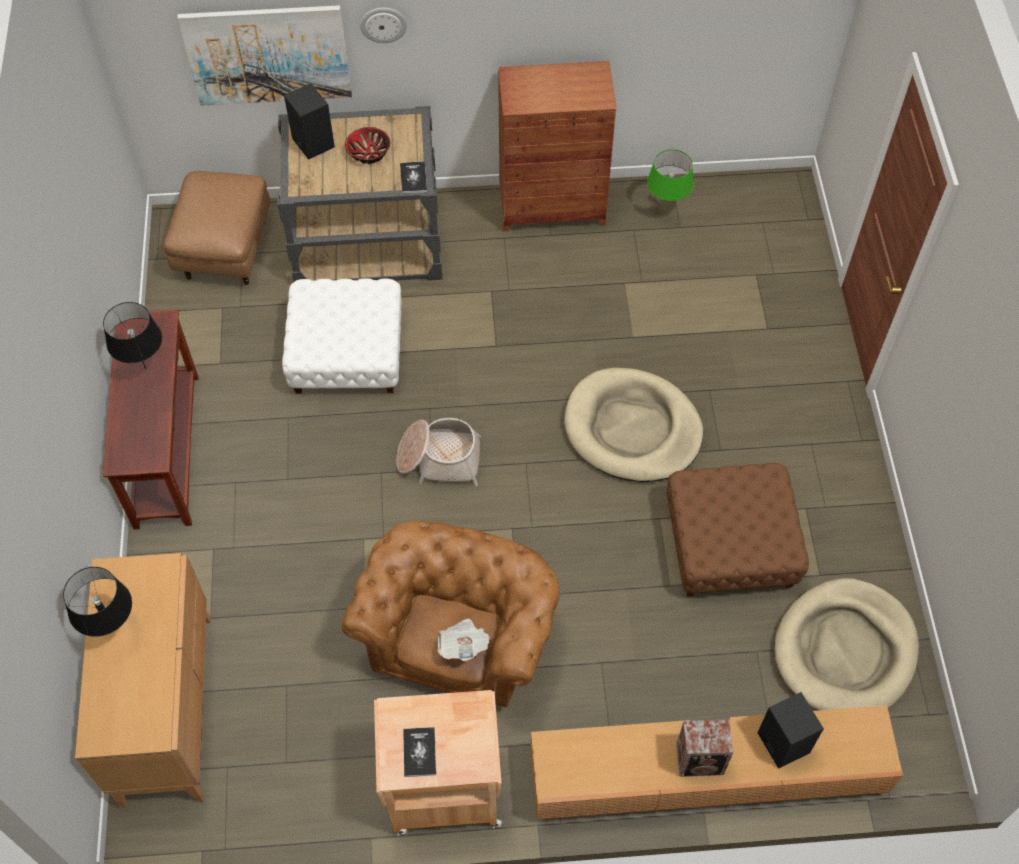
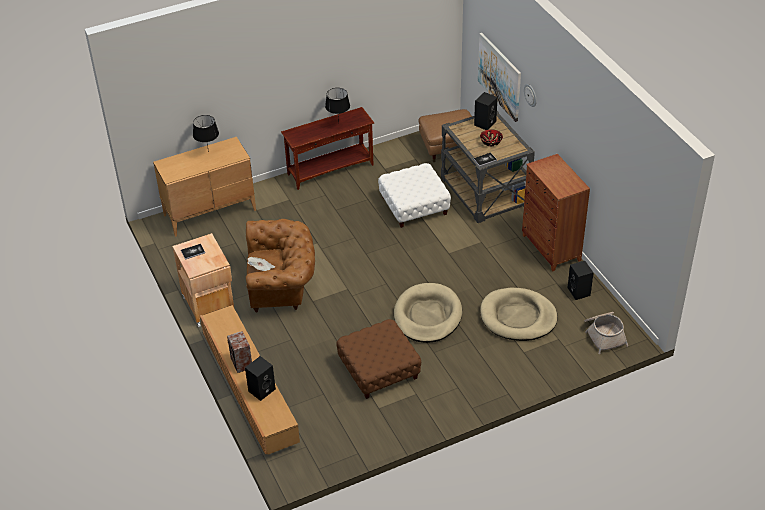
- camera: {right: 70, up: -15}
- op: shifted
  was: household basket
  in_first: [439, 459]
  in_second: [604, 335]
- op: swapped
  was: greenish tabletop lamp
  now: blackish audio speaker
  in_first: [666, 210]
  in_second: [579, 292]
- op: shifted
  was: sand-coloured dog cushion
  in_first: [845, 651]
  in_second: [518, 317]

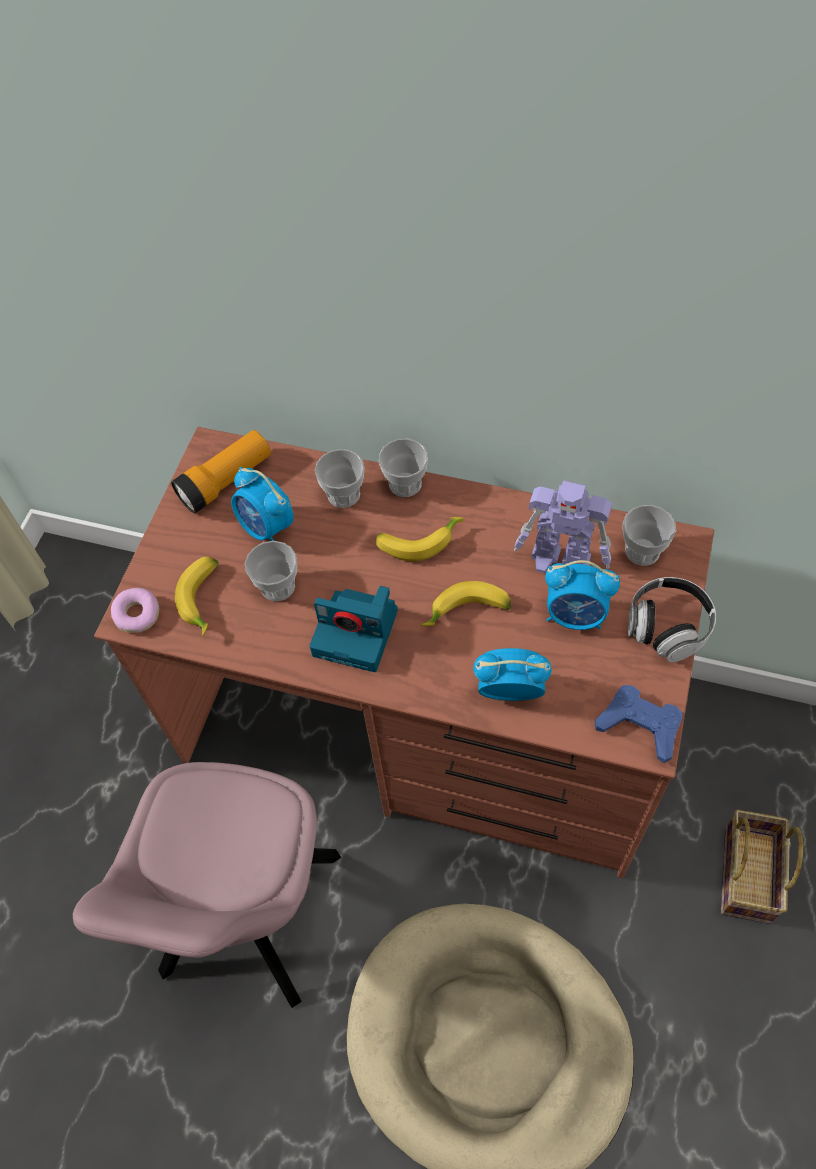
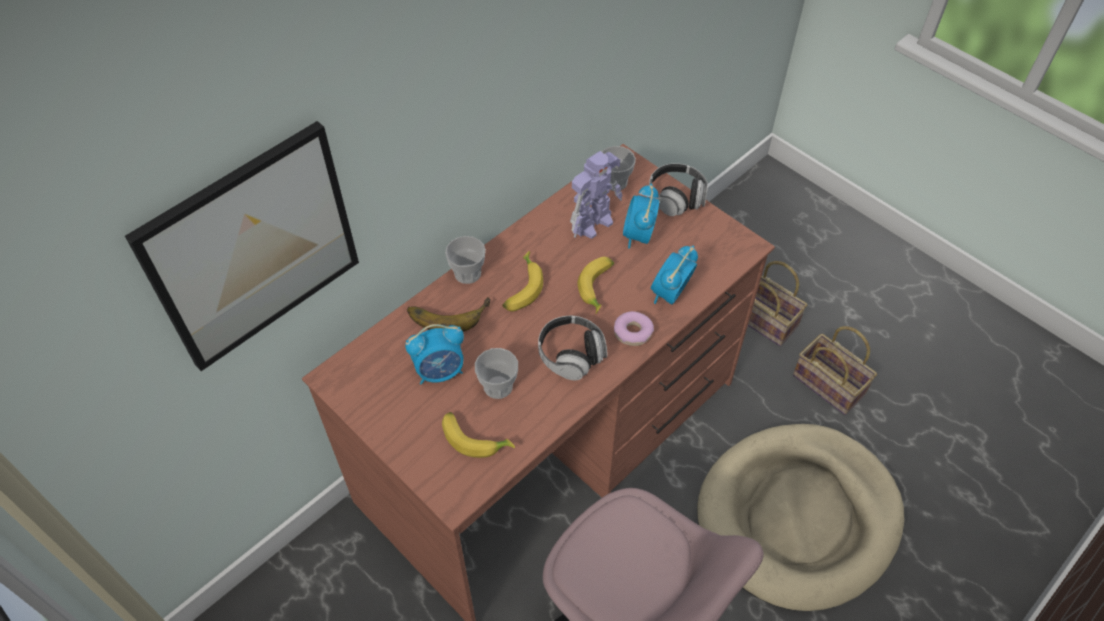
- camera: {right: -65, up: -5}
- op: shifted
  was: doughnut
  in_first: [137, 615]
  in_second: [633, 332]
- op: gone
  was: flashlight
  in_first: [226, 481]
- op: swapped
  was: photo camera
  now: pair of headphones
  in_first: [358, 632]
  in_second: [571, 355]
- op: swapped
  was: small cup
  now: banana
  in_first: [343, 494]
  in_second: [448, 312]
- op: rotated
  was: table clock
  in_first: [575, 615]
  in_second: [638, 236]
  clockwise: 150
- op: gone
  was: blue-coloured game controller
  in_first: [640, 725]
- op: new
  now: picture
  in_second: [253, 248]
- op: new
  now: household basket
  in_second: [831, 385]

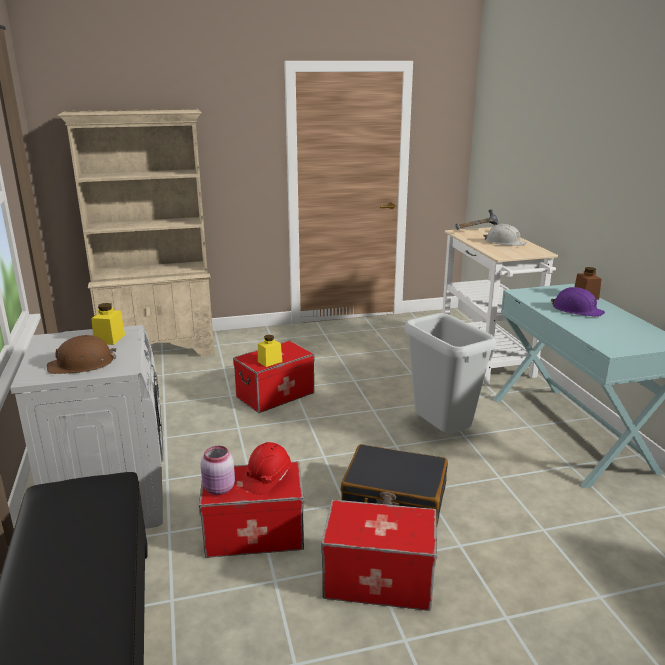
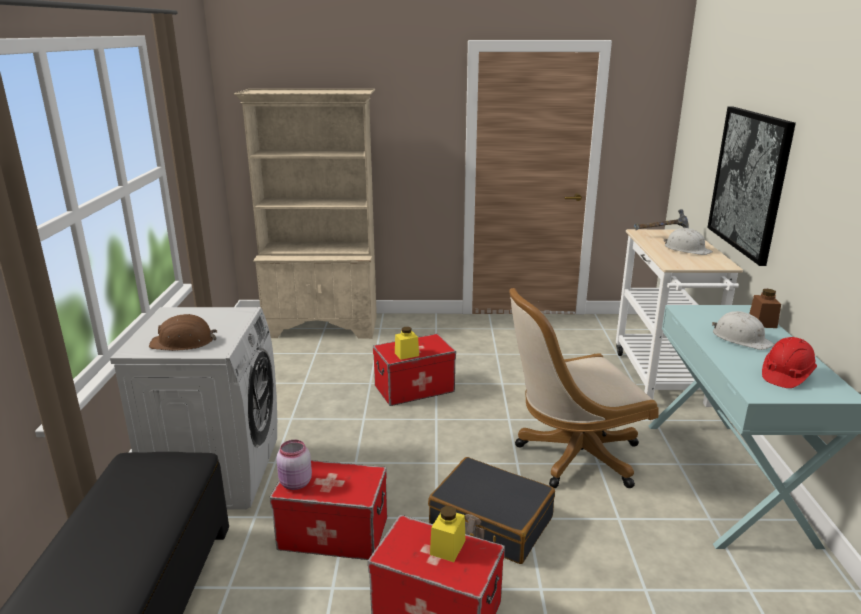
- camera: {right: 15, up: 0}
- op: shifted
  was: yellowish preserve jar
  in_first: [109, 339]
  in_second: [447, 547]
- op: shifted
  was: red-coloured safety helmet
  in_first: [267, 478]
  in_second: [786, 375]
- op: swapped
  was: gray rubbish bin
  now: desk chair
  in_first: [440, 434]
  in_second: [571, 457]
- op: repainted
  was: purplish safety helmet
  now: white safety helmet
  in_first: [577, 310]
  in_second: [741, 338]
- op: new
  now: picture
  in_second: [749, 182]

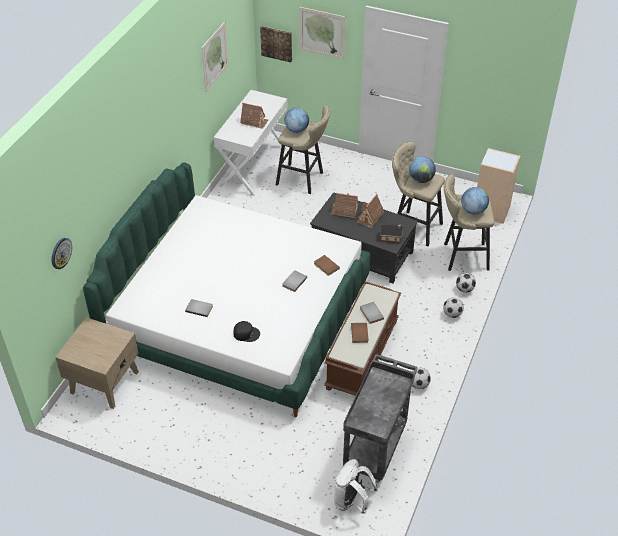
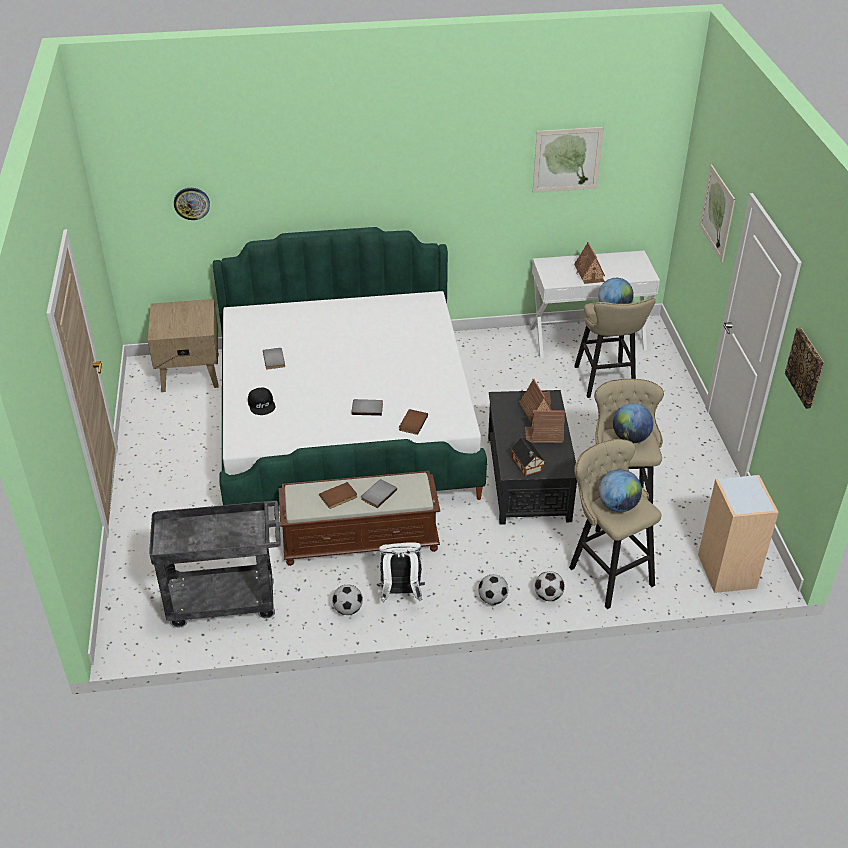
- camera: {right: 60, up: -5}
- op: shifted
  was: picture
  in_first: [276, 43]
  in_second: [806, 367]
- op: shifted
  was: white rucksack
  in_first: [352, 501]
  in_second: [400, 594]

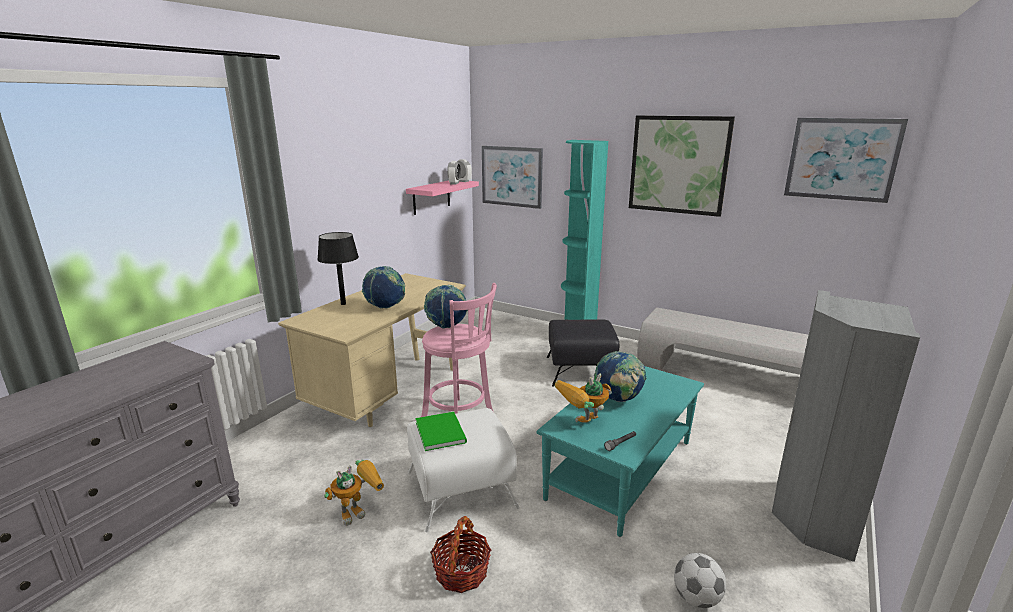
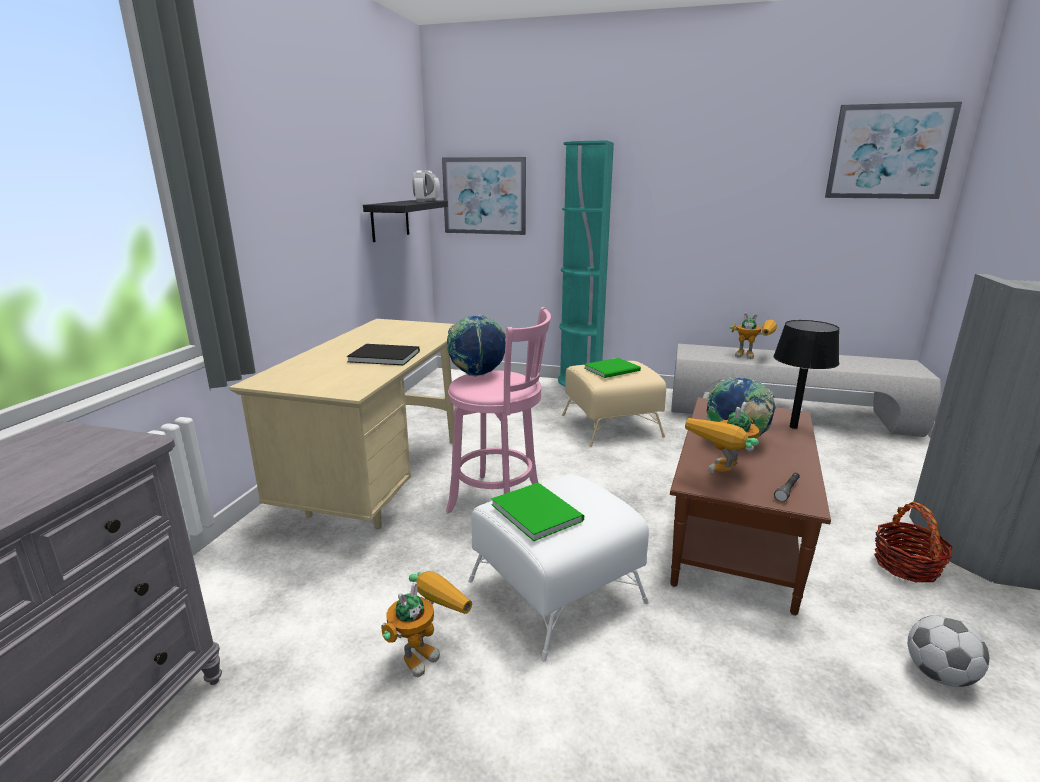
- camera: {right: -15, up: 0}
- op: shifted
  was: blackish tabletop lamp
  in_first: [343, 304]
  in_second: [793, 427]
- op: swapped
  was: desk globe
  now: blackish book
  in_first: [385, 307]
  in_second: [383, 356]
- op: repainted
  was: pink shelf
  now: blackish shelf
  in_first: [431, 197]
  in_second: [390, 220]
- op: shifted
  was: household basket
  in_first: [461, 572]
  in_second: [906, 565]
- op: repainted
  was: turquoise-coloured low table
  now: brown low table
  in_first: [620, 470]
  in_second: [736, 532]
- op: repainted
  was: blackish footrest
  now: sand-coloured footrest
  in_first: [580, 370]
  in_second: [610, 425]
- op: gone
  was: picture
  in_first: [678, 165]
- op: new
  now: greenish book
  in_second: [614, 369]
- op: new
  now: toy robot
  in_second: [752, 356]

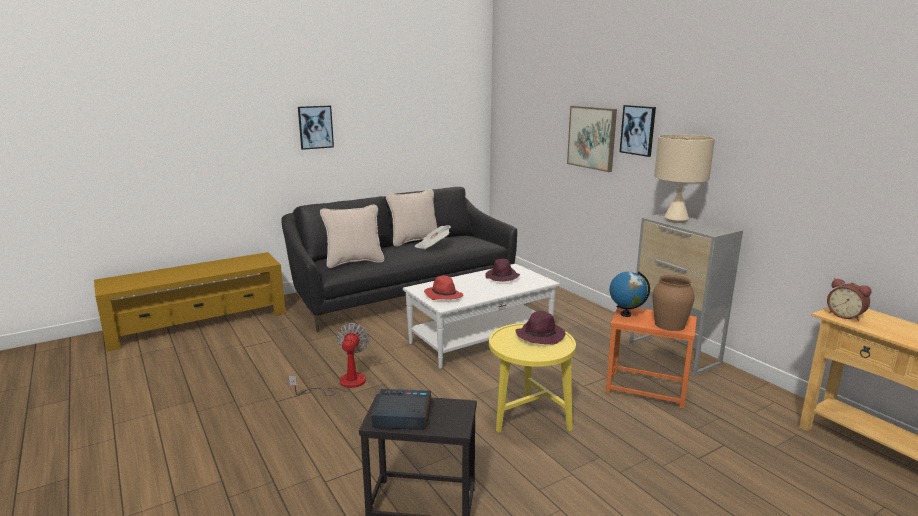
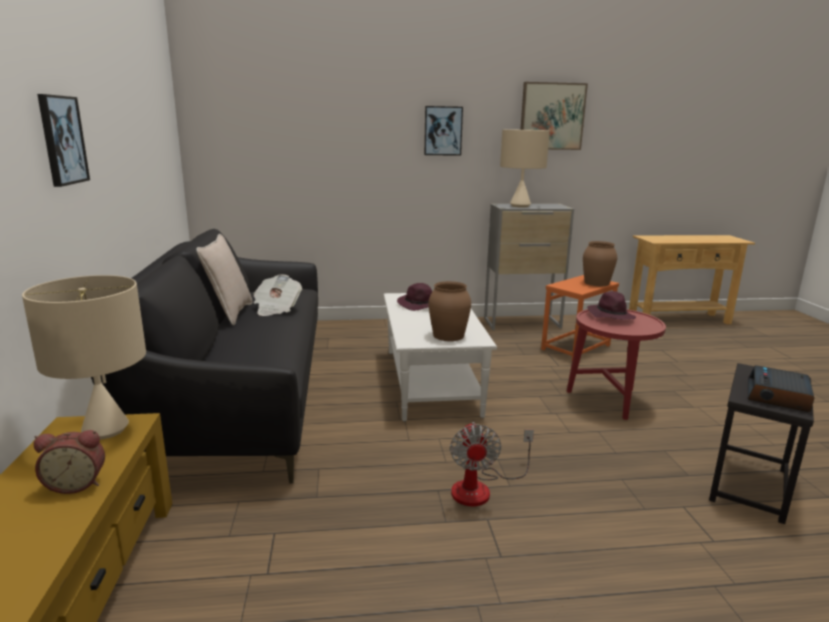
- camera: {right: -65, up: 0}
- op: rotated
  was: fan
  in_first: [343, 384]
  in_second: [481, 488]
  clockwise: -120
- op: gone
  was: sand-coloured throw pillow
  in_first: [354, 262]
- op: swapped
  was: red-coloured wearable hat
  now: brown decorative vase
  in_first: [443, 295]
  in_second: [448, 335]
- op: repainted
  was: yellowish side table
  now: red-coloured side table
  in_first: [528, 419]
  in_second: [609, 401]
- op: shifted
  was: picture
  in_first: [592, 137]
  in_second: [552, 116]
- op: gone
  was: desk globe
  in_first: [625, 314]
- op: shifted
  was: table clock
  in_first: [845, 315]
  in_second: [77, 484]
- op: new
  now: sand-coloured tabletop lamp
  in_second: [106, 431]

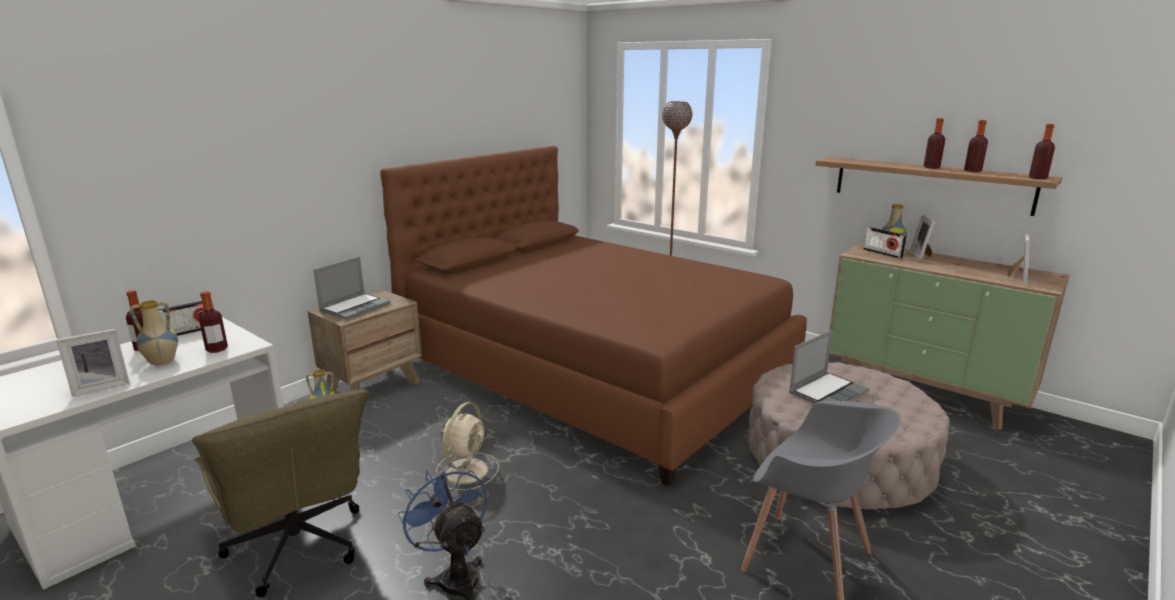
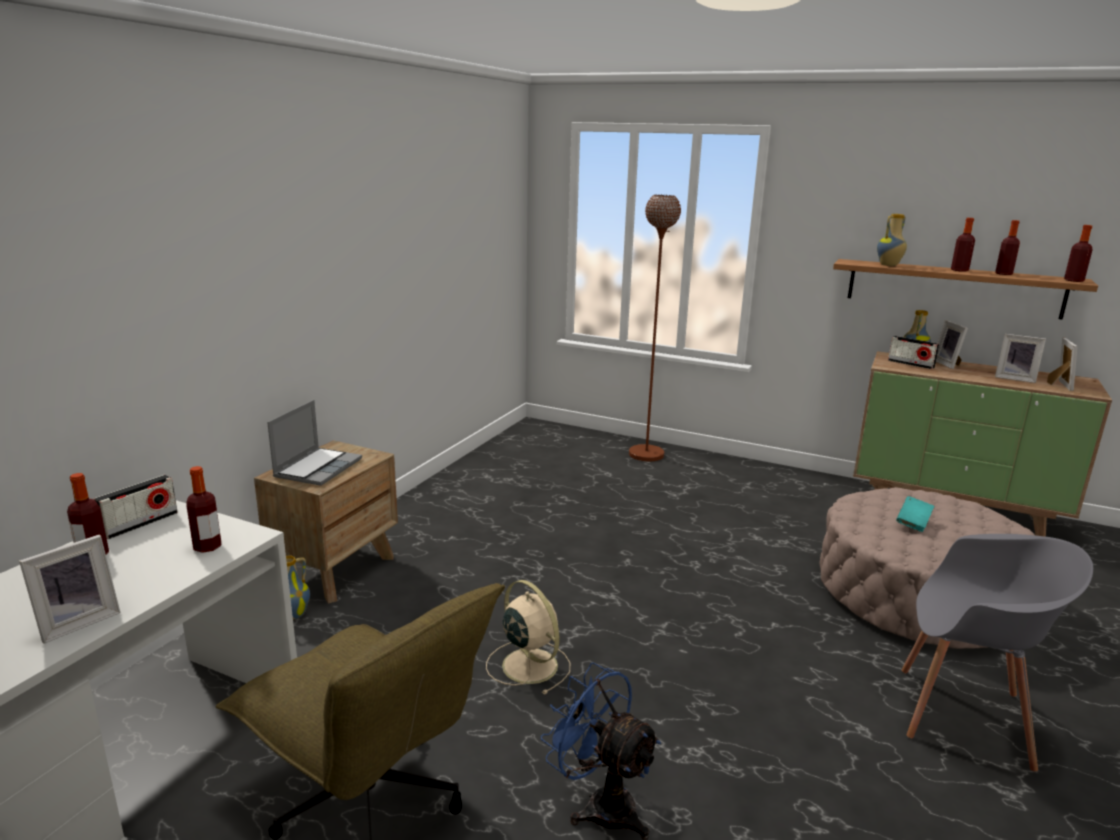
- camera: {right: -15, up: 0}
- op: shifted
  was: decorative vase
  in_first: [161, 362]
  in_second: [889, 265]
- op: gone
  was: brown bedroom bed
  in_first: [593, 369]
- op: rotated
  was: sand-coloured fan
  in_first: [467, 470]
  in_second: [528, 664]
  clockwise: -45
- op: swapped
  was: laptop
  now: turquoise-coloured book
  in_first: [827, 392]
  in_second: [913, 523]
- op: new
  now: standing frame
  in_second: [1015, 378]

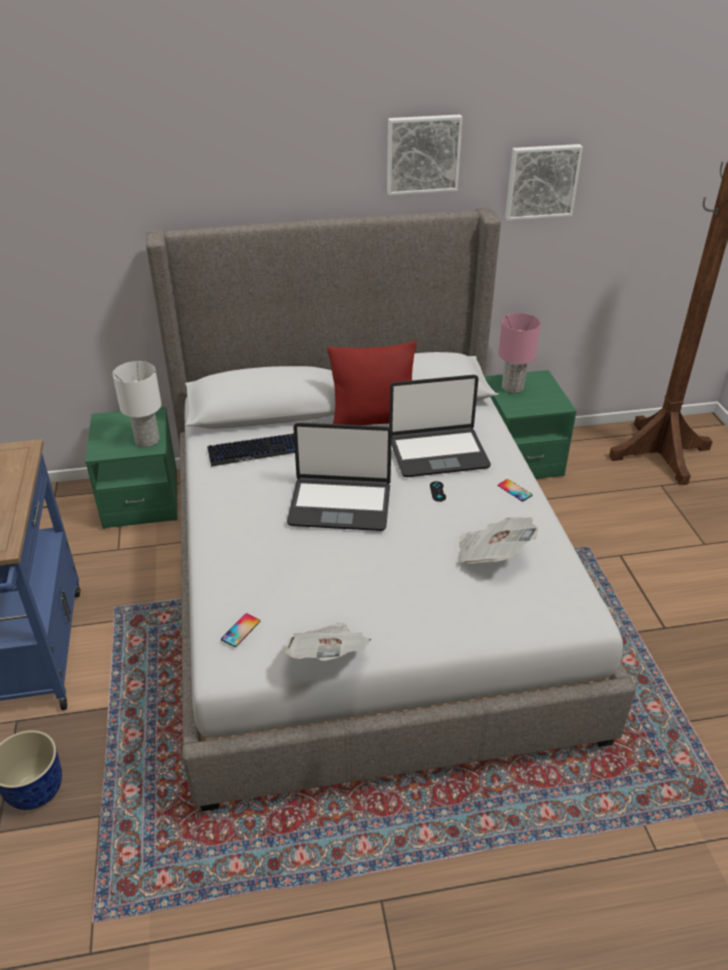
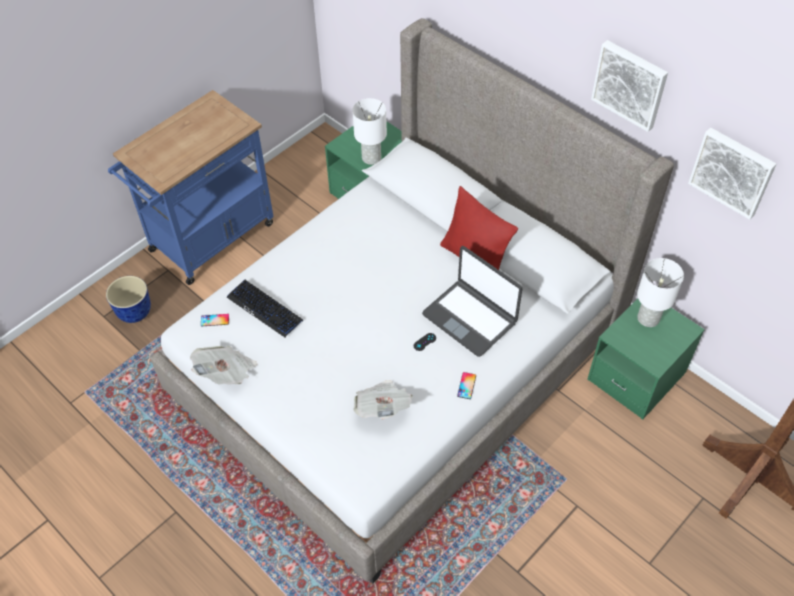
- camera: {right: 55, up: 15}
- op: shifted
  was: computer keyboard
  in_first: [255, 451]
  in_second: [265, 309]
- op: gone
  was: laptop
  in_first: [340, 504]
- op: repainted
  was: pink tabletop lamp
  now: white tabletop lamp
  in_first: [513, 387]
  in_second: [648, 319]

